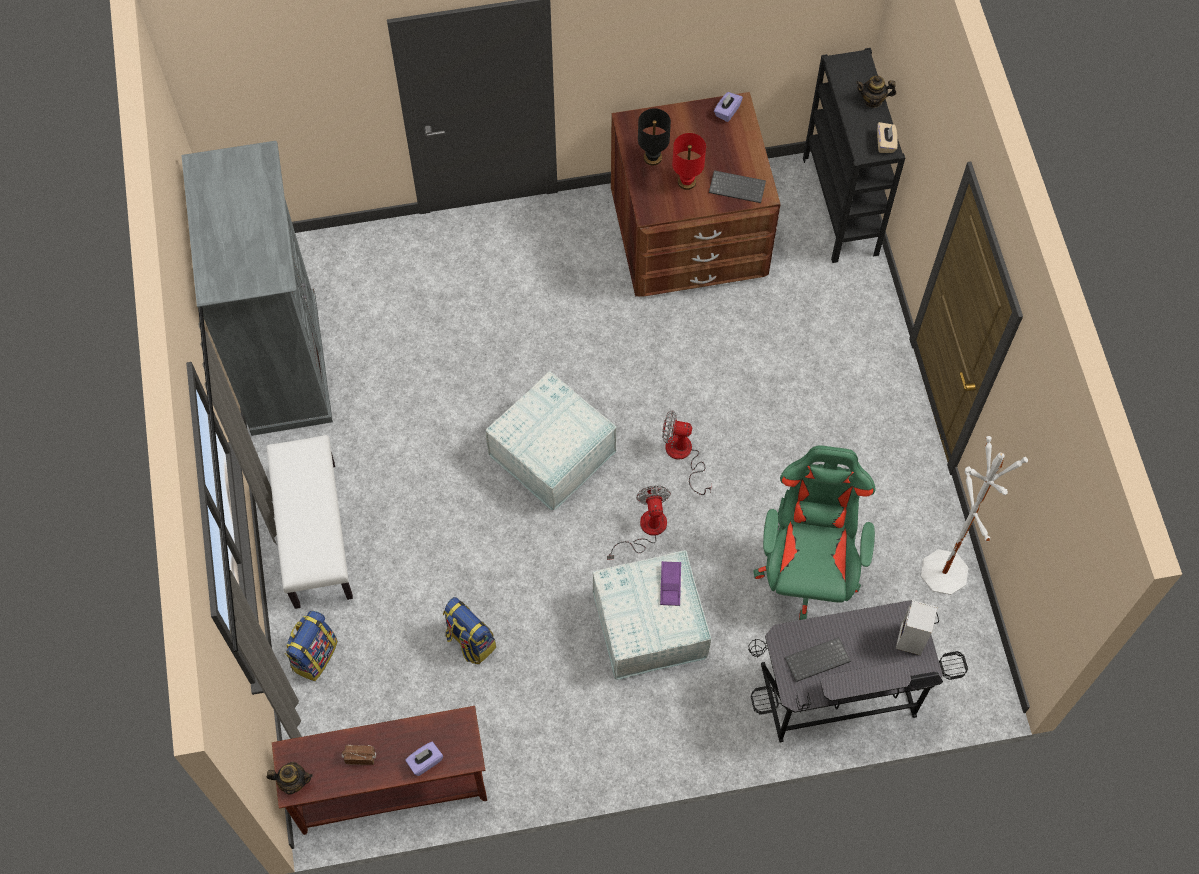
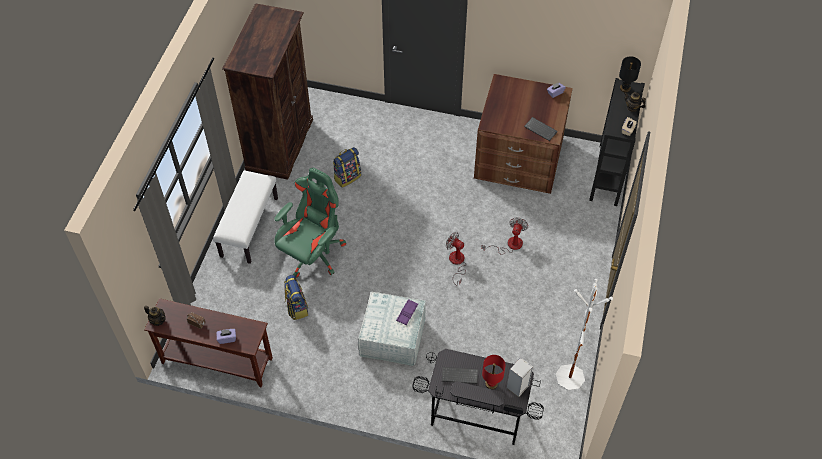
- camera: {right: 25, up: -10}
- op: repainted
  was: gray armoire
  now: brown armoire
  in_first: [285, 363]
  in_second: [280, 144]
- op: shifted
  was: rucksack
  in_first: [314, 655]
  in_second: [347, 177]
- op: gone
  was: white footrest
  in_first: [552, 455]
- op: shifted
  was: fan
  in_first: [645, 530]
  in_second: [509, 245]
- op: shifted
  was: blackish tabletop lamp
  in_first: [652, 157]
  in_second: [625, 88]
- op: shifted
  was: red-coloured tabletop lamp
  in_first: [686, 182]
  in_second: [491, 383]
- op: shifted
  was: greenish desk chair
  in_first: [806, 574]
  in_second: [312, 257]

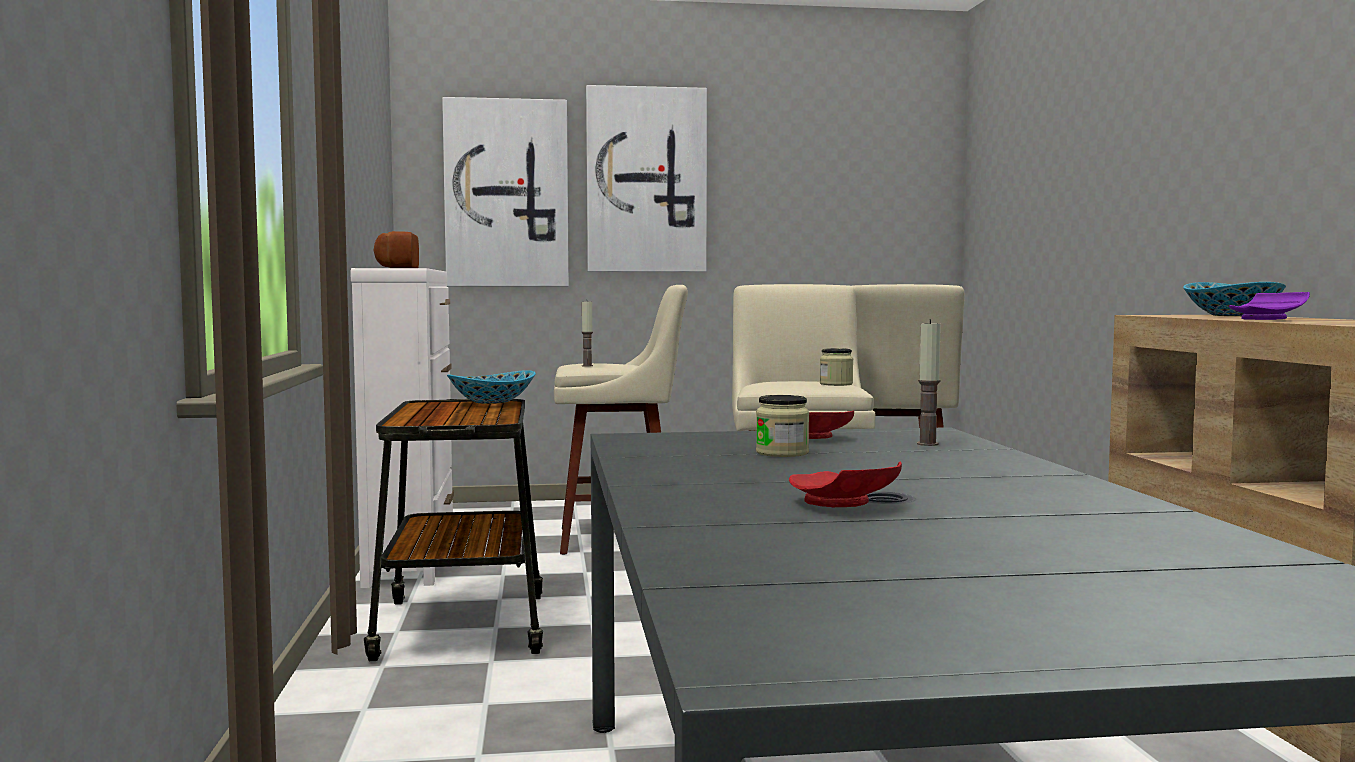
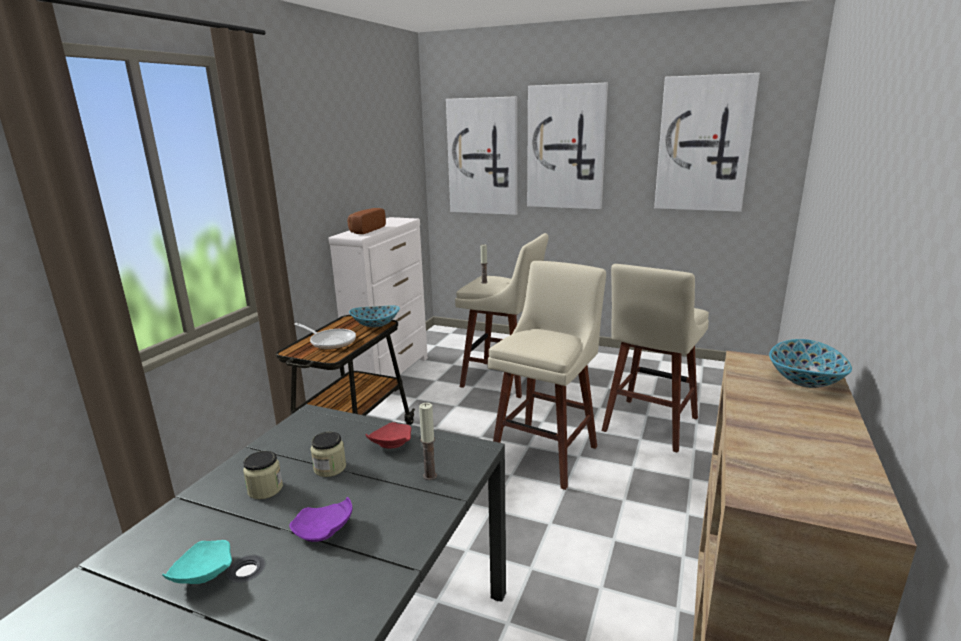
- camera: {right: 30, up: 15}
- op: repainted
  was: red-coloured dinner plate
  now: turquoise-coloured dinner plate
  in_first: [842, 504]
  in_second: [202, 574]
- op: shifted
  was: preserve jar
  in_first: [836, 384]
  in_second: [265, 489]
- op: shifted
  was: purplish dinner plate
  in_first: [1268, 319]
  in_second: [324, 531]
- op: new
  now: skillet
  in_second: [330, 341]
- op: new
  now: picture
  in_second: [703, 144]

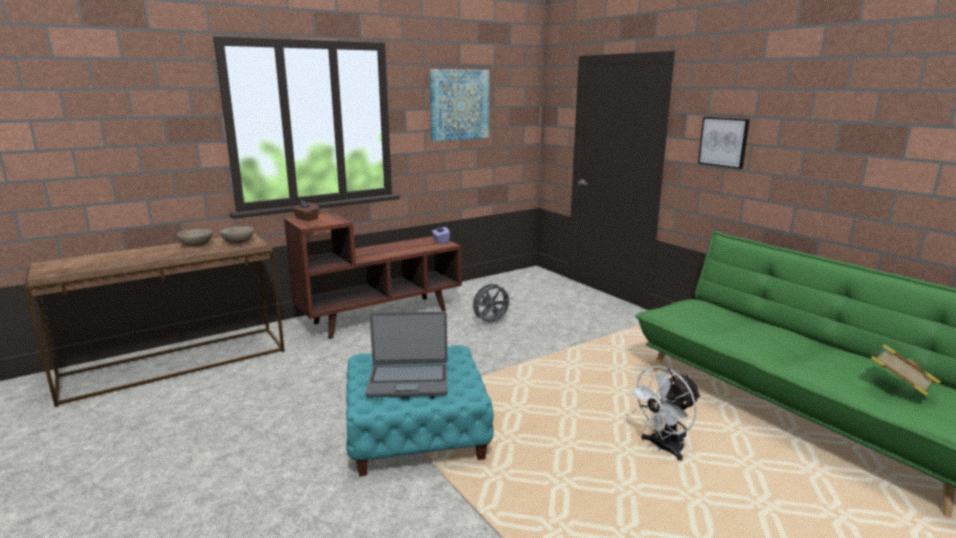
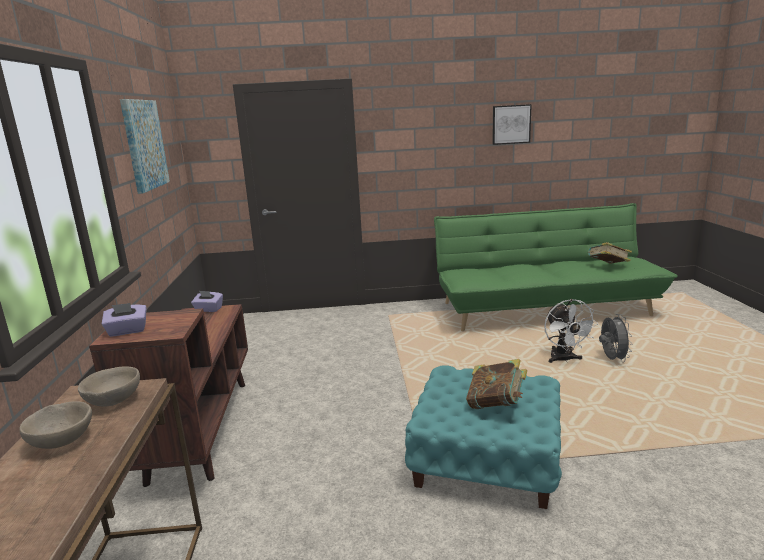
- camera: {right: -60, up: 0}
- op: repainted
  was: brown box of tissues
  now: purplish box of tissues
  in_first: [306, 219]
  in_second: [127, 331]
- op: swapped
  was: laptop
  now: book
  in_first: [408, 381]
  in_second: [496, 405]
- op: shifted
  was: gray fan
  in_first: [491, 322]
  in_second: [612, 359]
- op: shifted
  was: picture
  in_first: [723, 142]
  in_second: [511, 124]

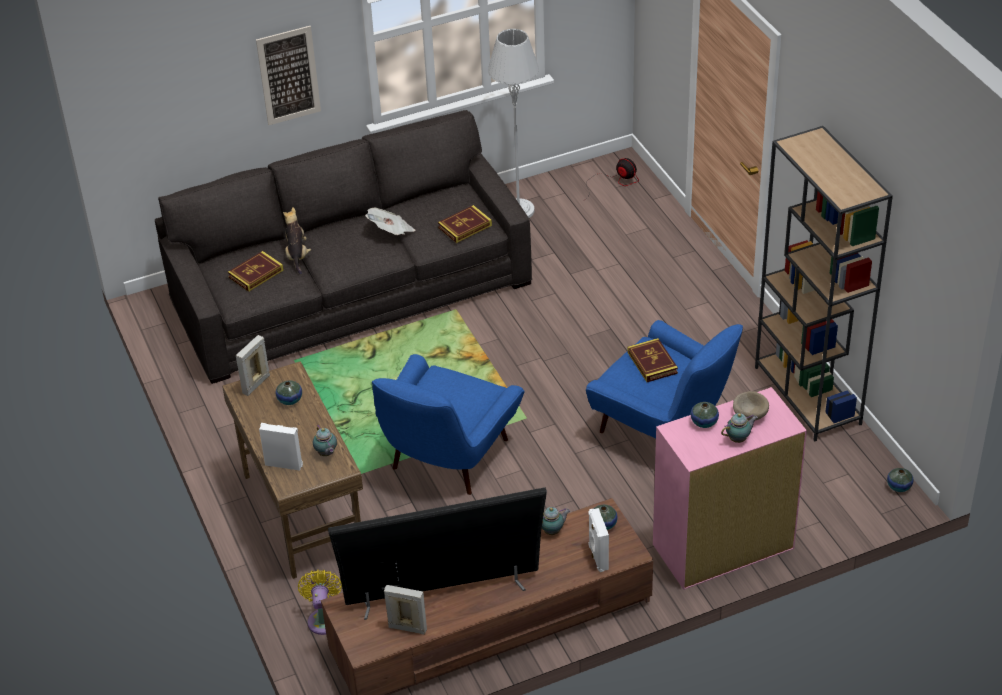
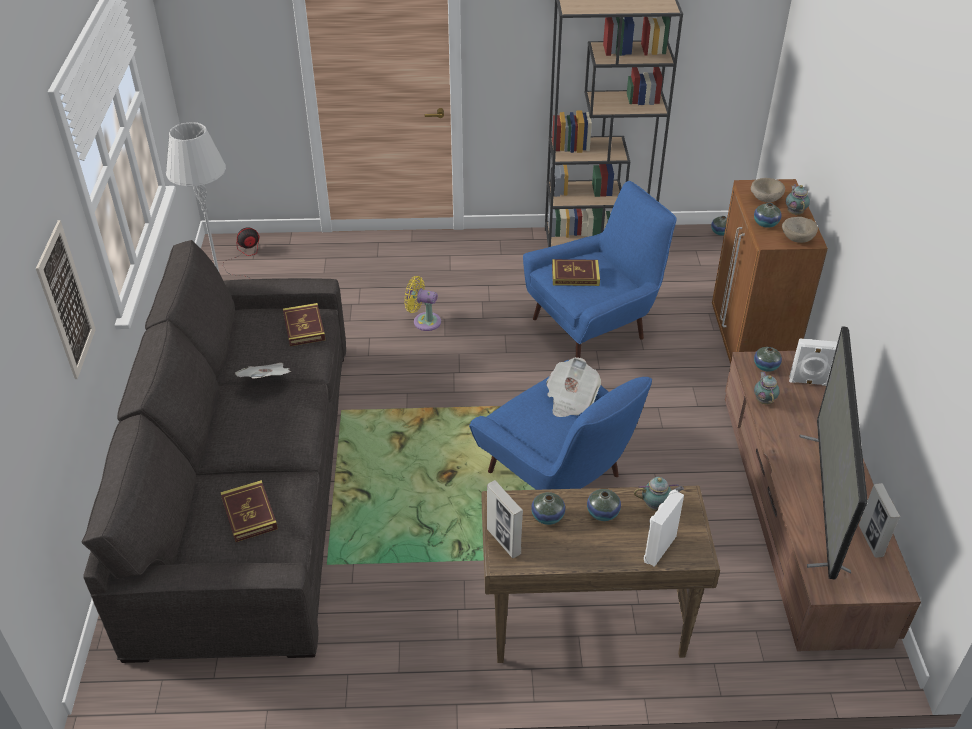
- camera: {right: -70, up: 0}
- op: gone
  was: plush toy
  in_first: [297, 255]
- op: shifted
  was: yellowish fan
  in_first: [323, 618]
  in_second: [424, 321]
- op: rotated
  was: standing frame
  in_first: [407, 628]
  in_second: [870, 541]
  clockwise: -45
- op: repainted
  was: pink cupboard
  now: brown cupboard
  in_first: [722, 546]
  in_second: [751, 337]
- op: new
  now: newspaper
  in_second: [571, 399]
- op: new
  now: decorative vase
  in_second: [602, 513]
- op: new
  now: sand-coloured bowl
  in_second: [797, 238]

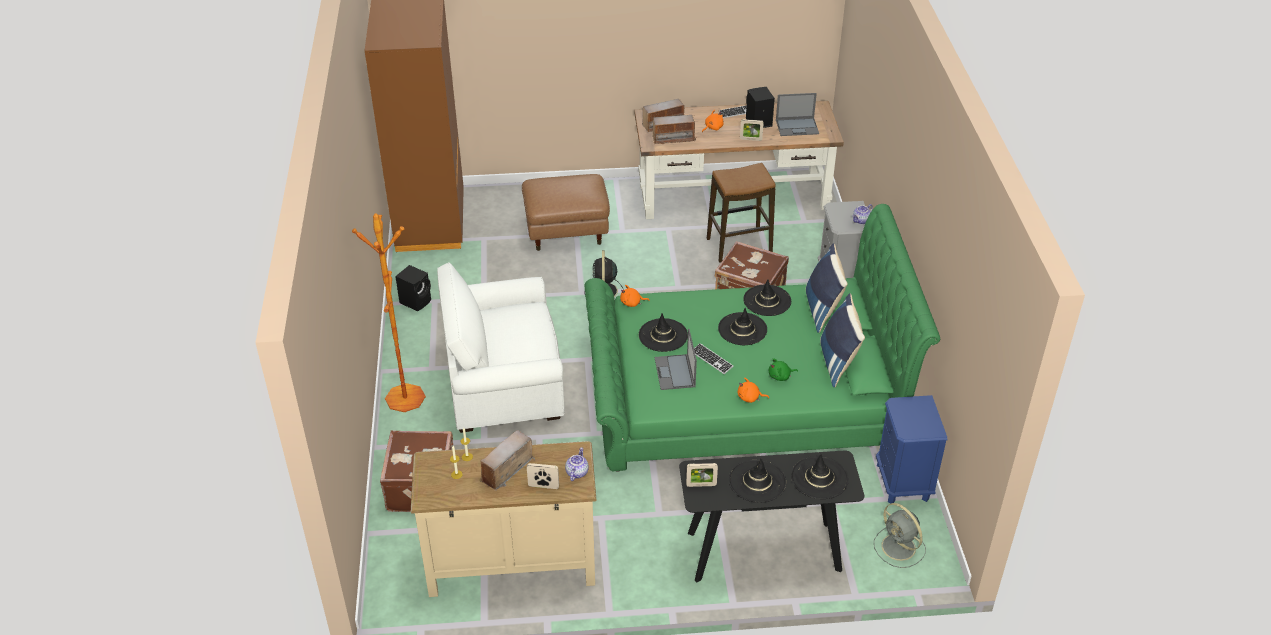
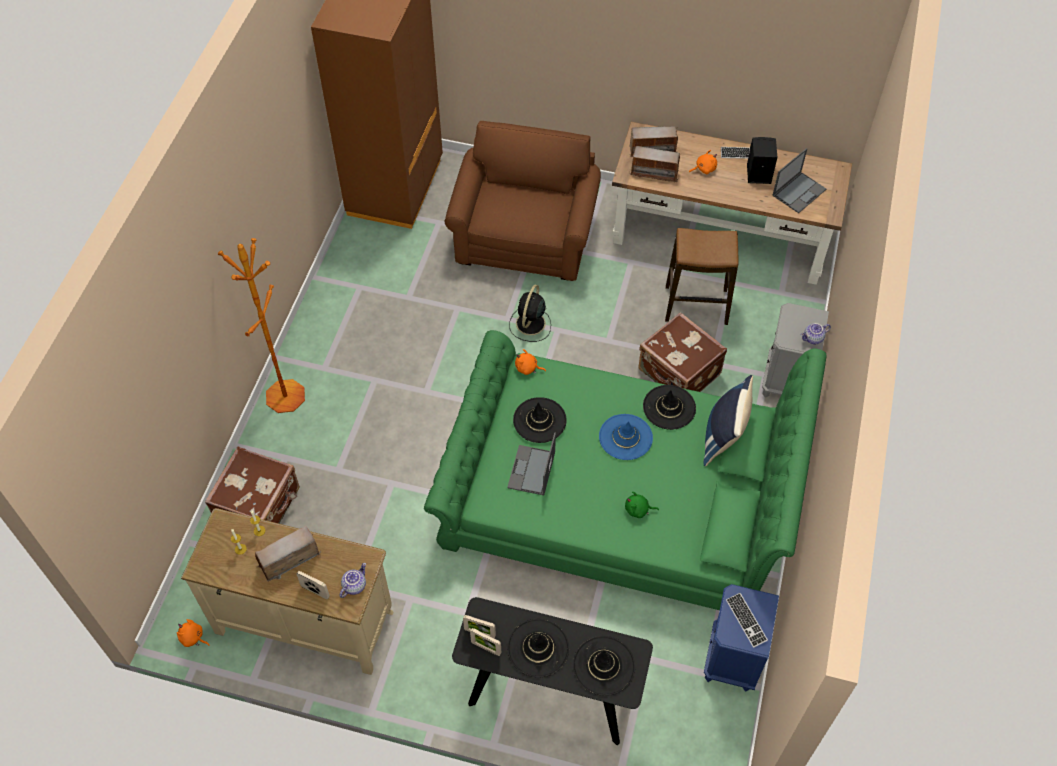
- camera: {right: 20, up: 15}
- op: gone
  was: blackish audio speaker
  in_first: [416, 301]
- op: gone
  was: white lounge chair
  in_first: [504, 382]
- op: swapped
  was: brown footrest
  now: brown lounge chair
  in_first: [567, 232]
  in_second: [525, 238]
- op: shifted
  was: computer keyboard
  in_first: [711, 359]
  in_second: [746, 620]
- op: repainted
  was: blackish wearable hat
  now: blue-coloured wearable hat
  in_first: [742, 329]
  in_second: [625, 437]
- op: shifted
  was: orangey plush toy
  in_first: [750, 398]
  in_second: [193, 638]
- op: shifted
  was: standing frame
  in_first: [751, 139]
  in_second: [486, 648]
- op: rotated
  was: laptop
  in_first: [797, 127]
  in_second: [799, 192]
  clockwise: -60
- op: gone
  was: blue-coloured throw pillow
  in_first: [838, 362]
- op: gone
  was: gray fan
  in_first: [899, 548]

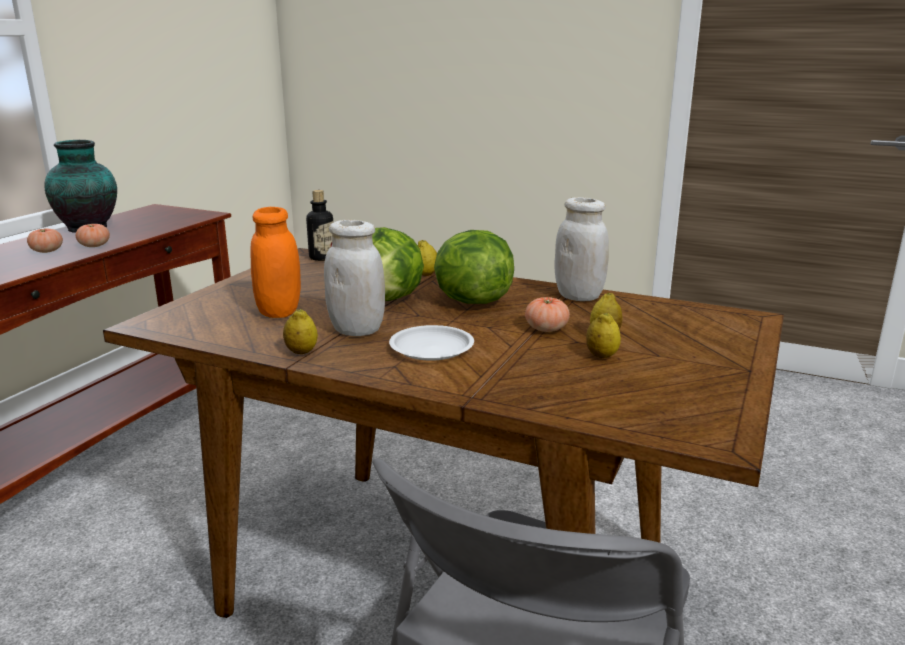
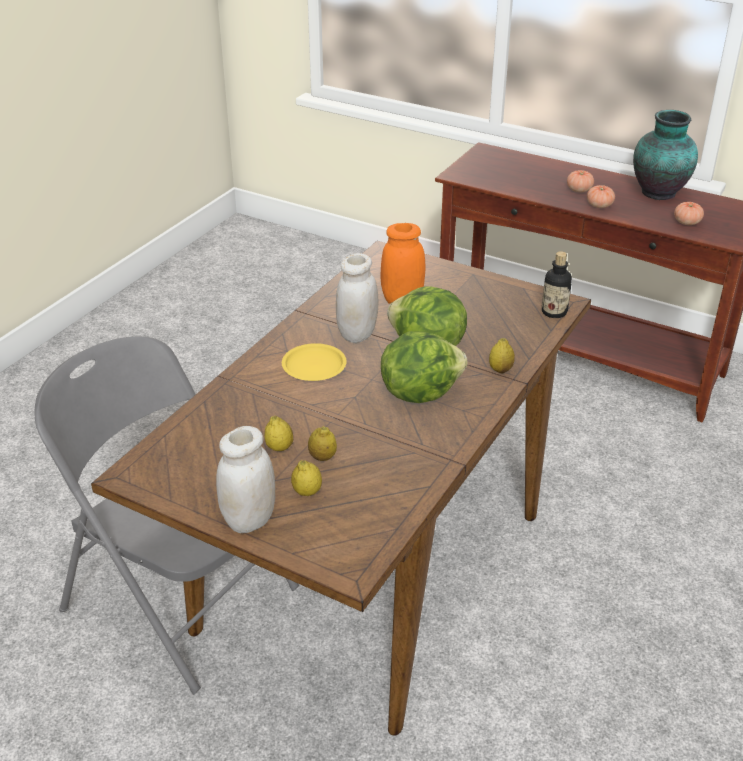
- camera: {right: 95, up: 15}
- op: shifted
  was: whole lemon
  in_first: [301, 352]
  in_second: [307, 492]
- op: repainted
  was: white dinner plate
  now: yellowish dinner plate
  in_first: [432, 348]
  in_second: [314, 367]
- op: shifted
  was: tomato
  in_first: [546, 329]
  in_second: [687, 222]
- op: shifted
  was: white preserve jar
  in_first: [579, 296]
  in_second: [249, 520]

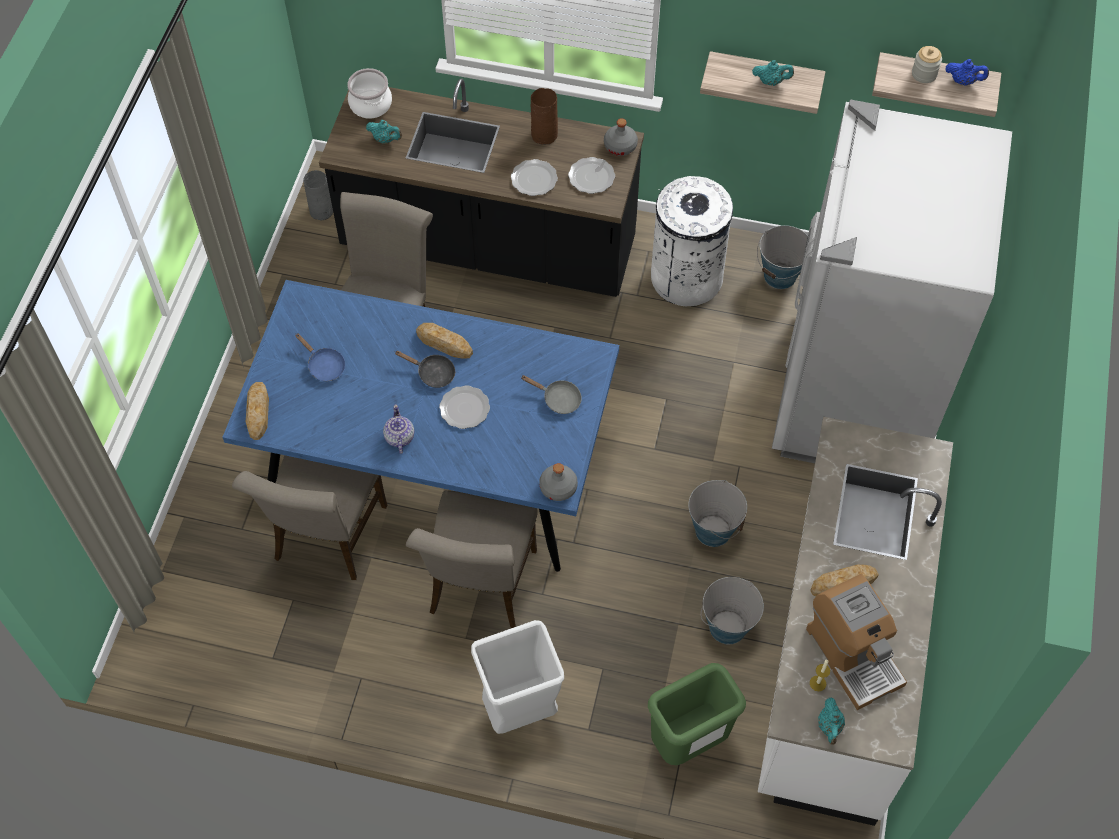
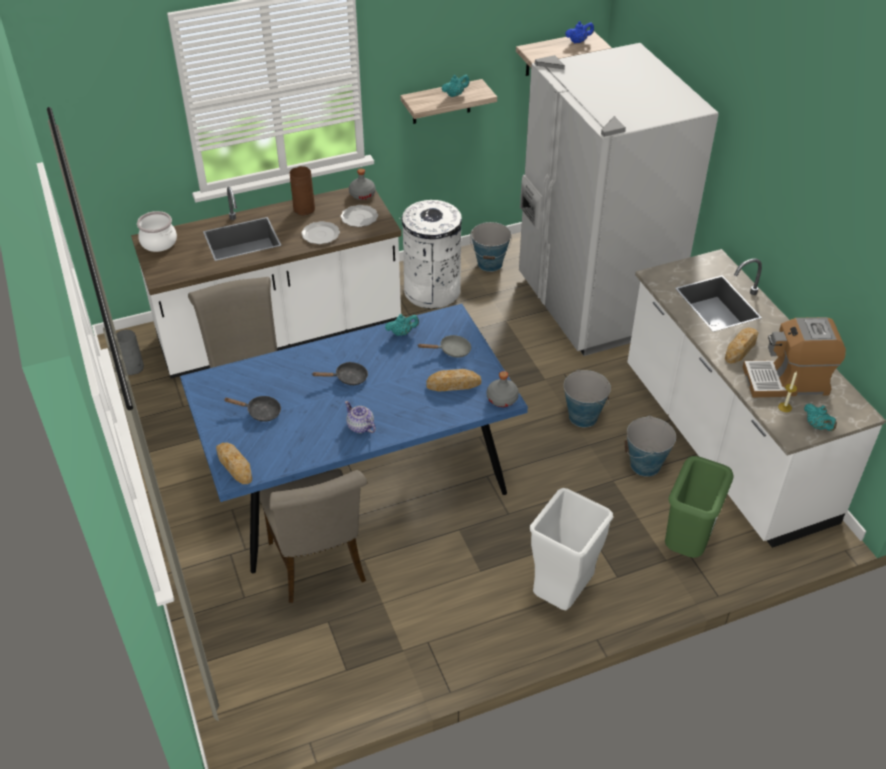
- camera: {right: -35, up: -15}
- op: repainted
  was: blue-coloured skillet
  now: blackish skillet
  in_first: [324, 365]
  in_second: [260, 412]
- op: repainted
  was: blackish kitchen counter
  now: white kitchen counter
  in_first: [488, 246]
  in_second: [280, 333]
- op: shifted
  was: turquoise-coloured pot for tea
  in_first: [385, 139]
  in_second: [402, 333]
- op: gone
  was: sand-coloured plain chair
  in_first: [481, 588]
- op: shifted
  was: bakery bread
  in_first: [444, 343]
  in_second: [453, 384]
- op: gone
  was: dinner plate
  in_first: [465, 409]
- op: rotated
  was: coffee brewer
  in_first: [853, 654]
  in_second: [787, 381]
  clockwise: 150
- op: gone
  was: preserve jar
  in_first: [924, 74]

